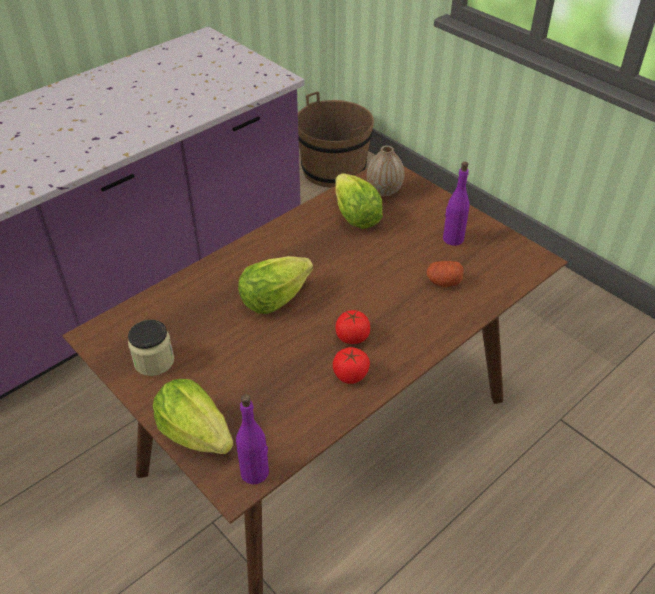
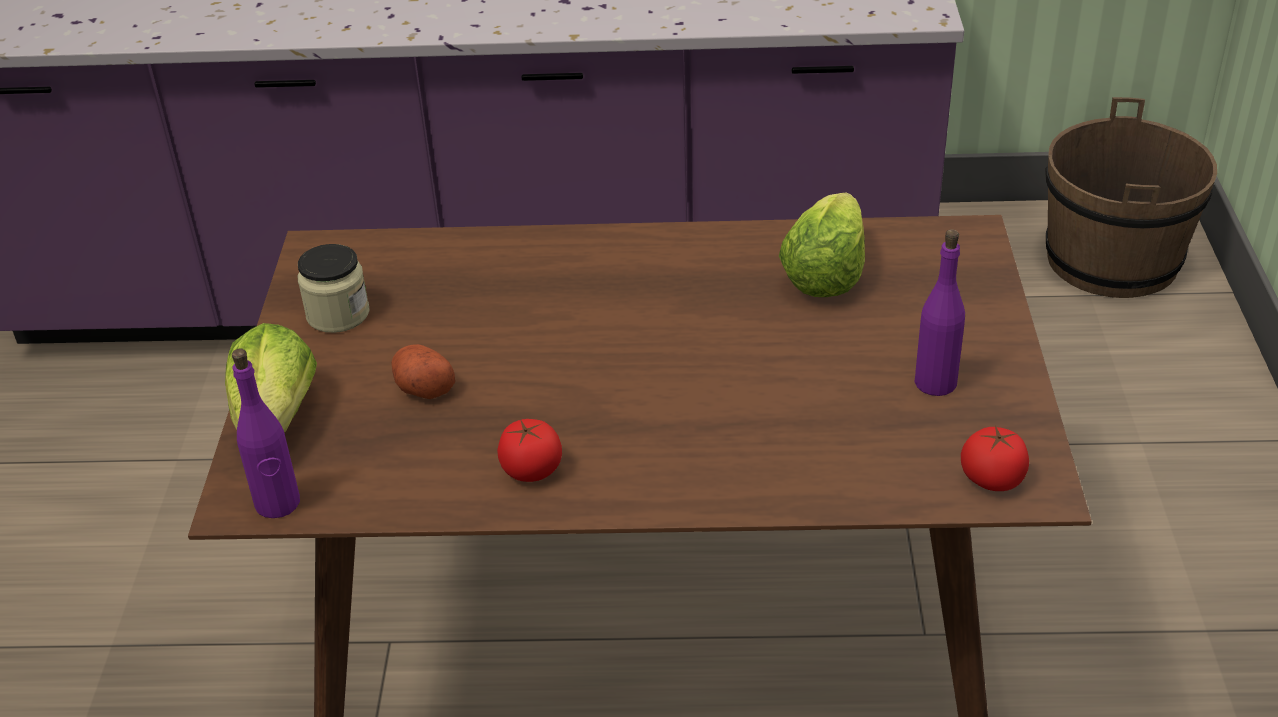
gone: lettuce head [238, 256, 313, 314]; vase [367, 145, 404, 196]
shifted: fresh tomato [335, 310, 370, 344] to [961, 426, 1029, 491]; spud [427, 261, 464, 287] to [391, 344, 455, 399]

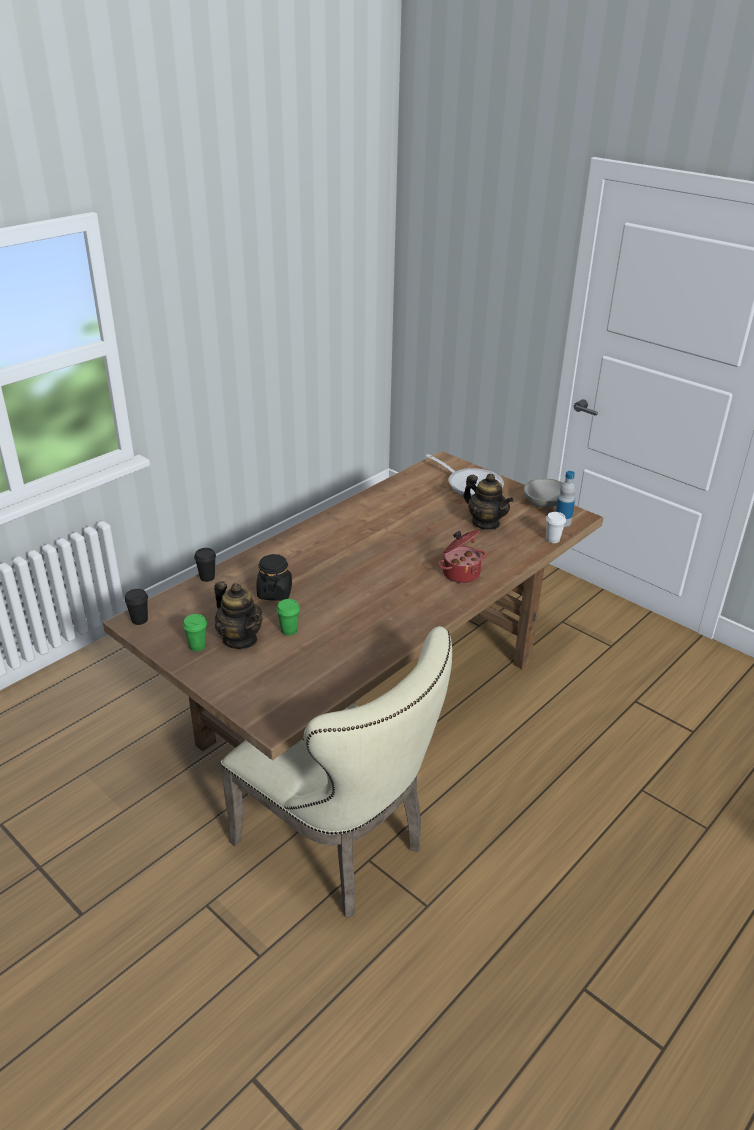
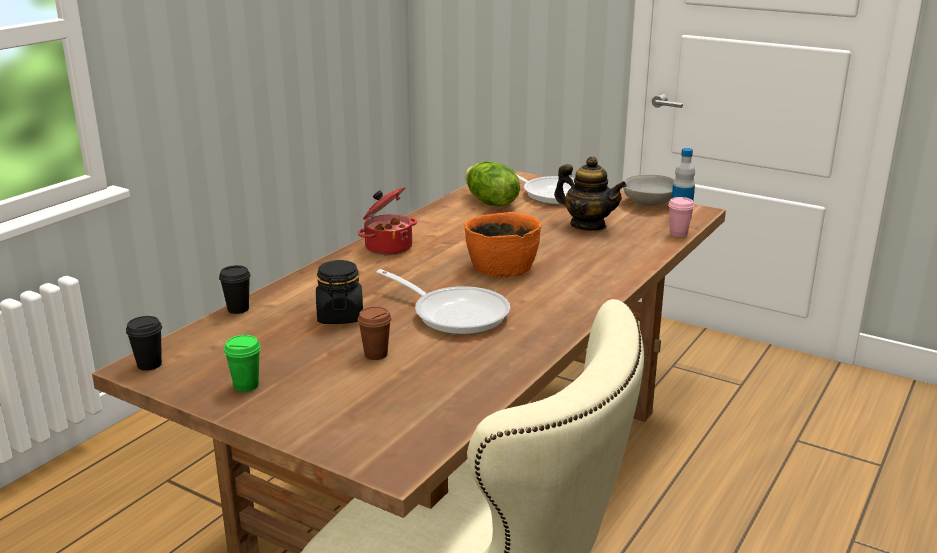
gone: teapot [214, 581, 263, 649]
new: pan [376, 269, 510, 335]; orange-coloured serving bowl [464, 212, 541, 277]; lettuce head [465, 161, 520, 207]
shifted: stockpot [438, 530, 486, 583] to [358, 187, 417, 255]
repainted: green small cup [276, 599, 300, 636] to brownish small cup [358, 307, 392, 360]; whitish small cup [546, 512, 566, 543] to pink small cup [668, 197, 694, 237]

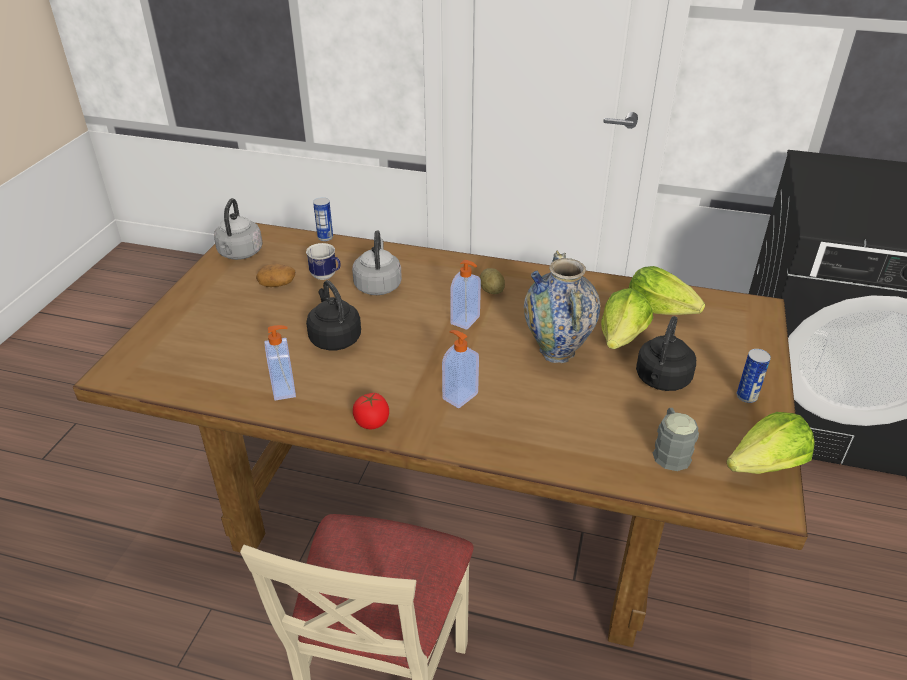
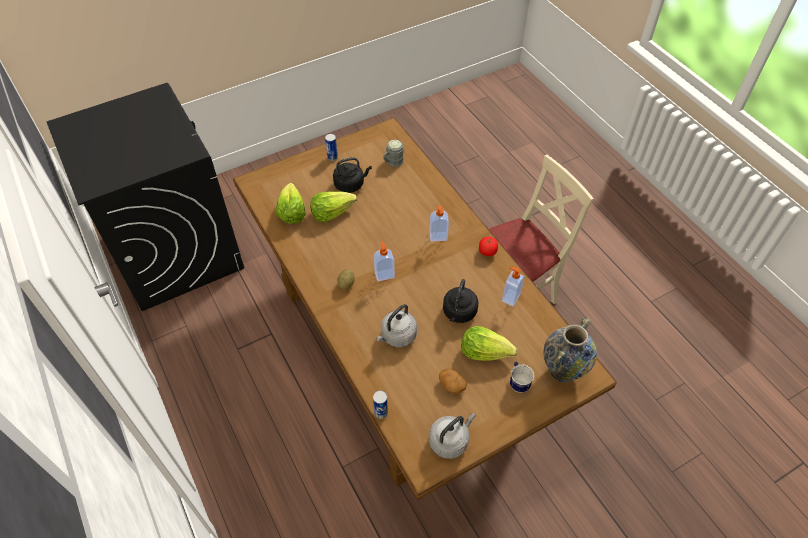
shifted: mug [306, 243, 341, 280] to [510, 361, 534, 393]; vase [524, 250, 600, 363] to [544, 317, 597, 383]; lettuce head [727, 412, 815, 474] to [461, 326, 517, 361]

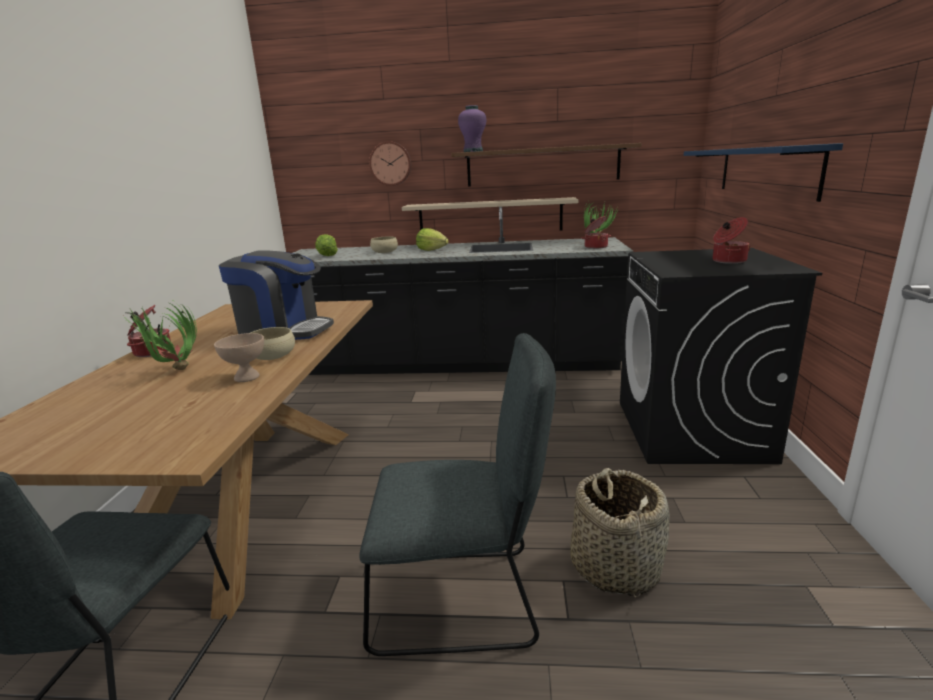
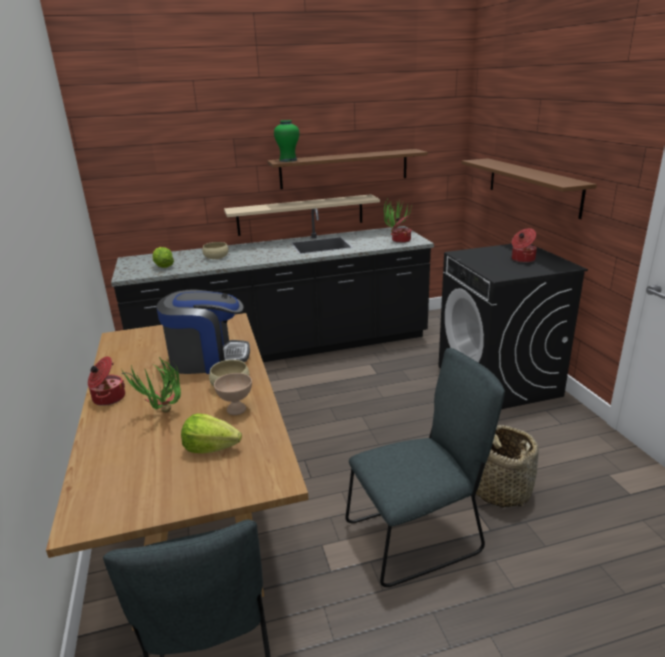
gone: clock on the wall [369, 141, 411, 186]
shifted: lettuce head [416, 228, 449, 251] to [181, 414, 242, 454]
repainted: purplish vase [458, 105, 486, 152] to green vase [274, 120, 300, 162]; blue shelf [684, 143, 843, 202] to brownish shelf [462, 158, 597, 219]

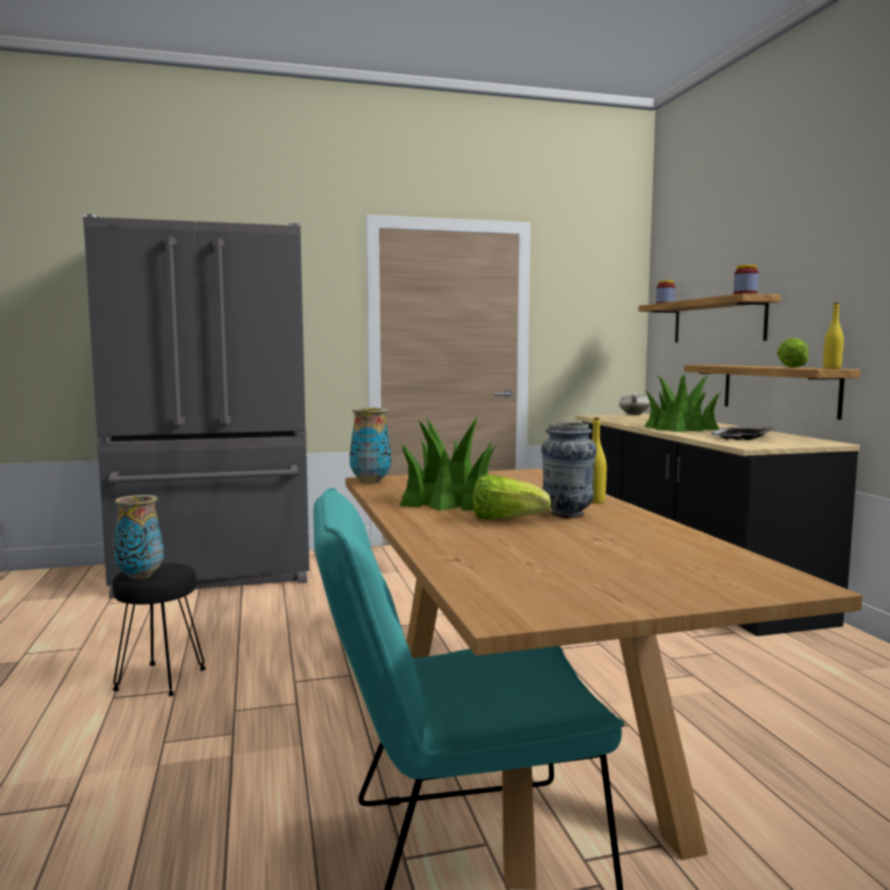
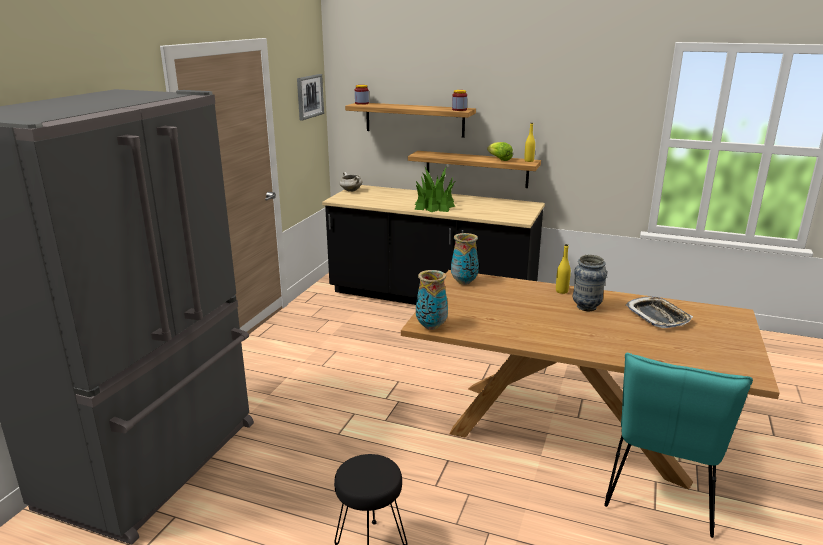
gone: houseplant [400, 417, 497, 511]; lettuce head [473, 475, 551, 520]
new: picture [297, 74, 324, 120]
shifted: vase [114, 495, 164, 580] to [451, 233, 479, 285]; carrying tray [711, 426, 774, 440] to [625, 296, 693, 328]

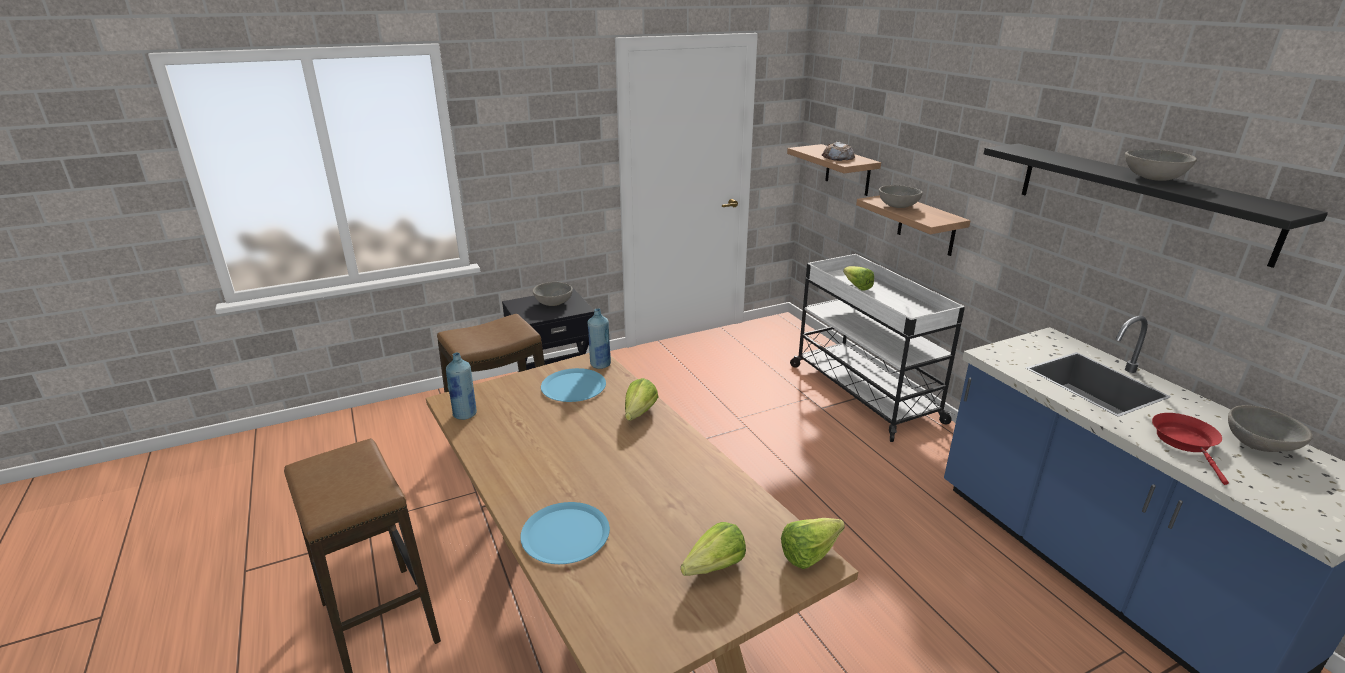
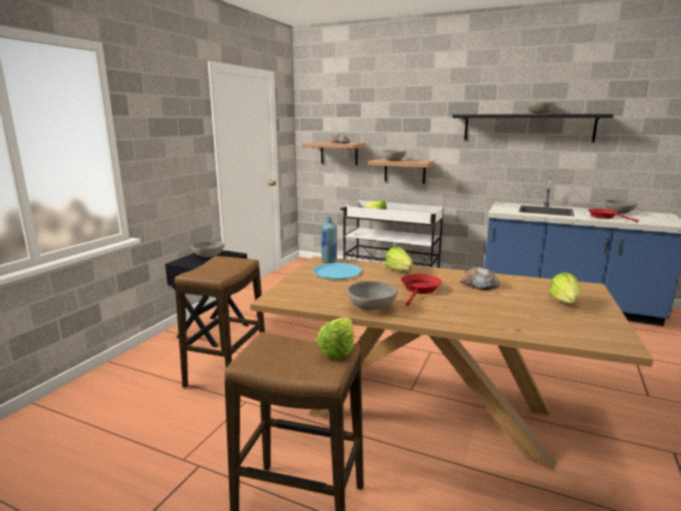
gone: blue bottle [446, 352, 477, 420]; blue flat dish [520, 502, 610, 564]
new: grey serving bowl [348, 281, 398, 311]; reddish pan [401, 274, 442, 306]; bakery bread [460, 266, 499, 290]
shifted: lettuce head [781, 518, 845, 569] to [317, 317, 354, 359]

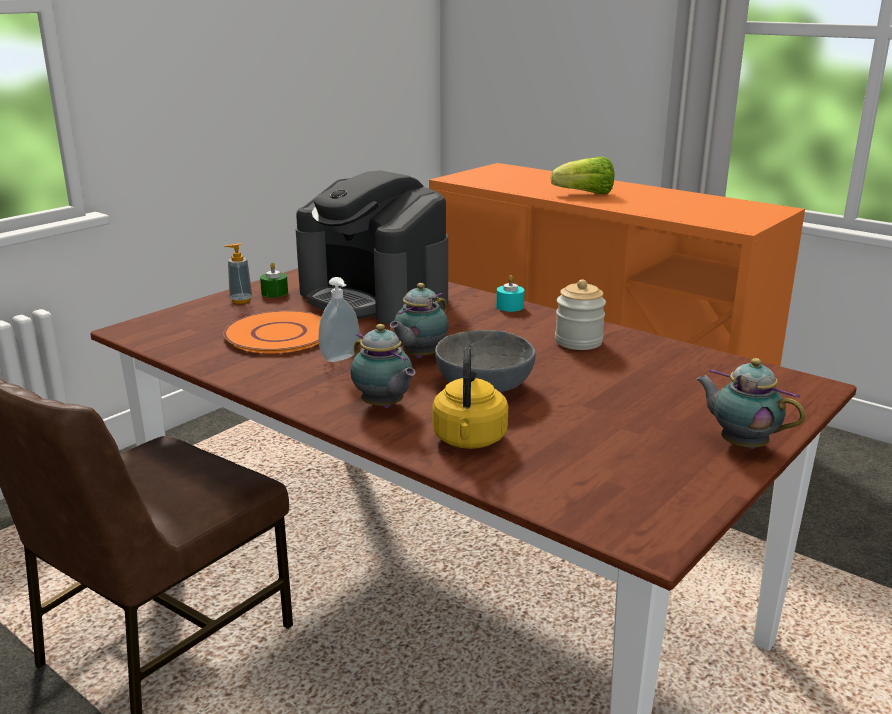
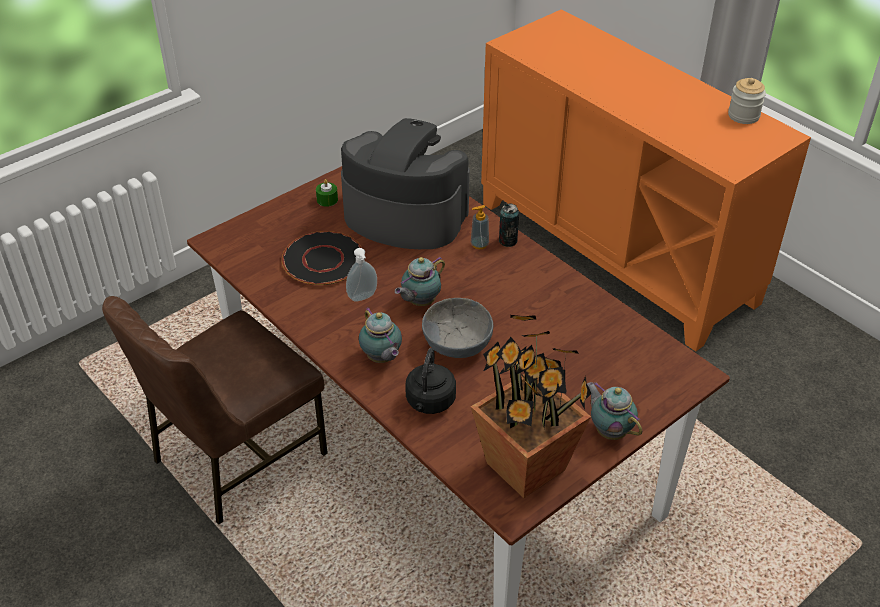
gone: lettuce head [550, 156, 614, 194]
new: houseplant [471, 315, 591, 498]
shifted: soap dispenser [225, 243, 252, 304] to [471, 205, 489, 249]; preserve jar [555, 279, 606, 350] to [728, 78, 766, 124]
swapped: turquoise-coloured candle [496, 275, 525, 312] to sealed can [499, 203, 519, 247]
repainted: orange-coloured flat dish [223, 311, 322, 353] to black flat dish [282, 231, 362, 285]; yellow-coloured water kettle [432, 347, 508, 449] to black water kettle [405, 348, 456, 414]
rotated: coffee machine [296, 170, 448, 324] = [341, 118, 470, 249] 150 degrees clockwise

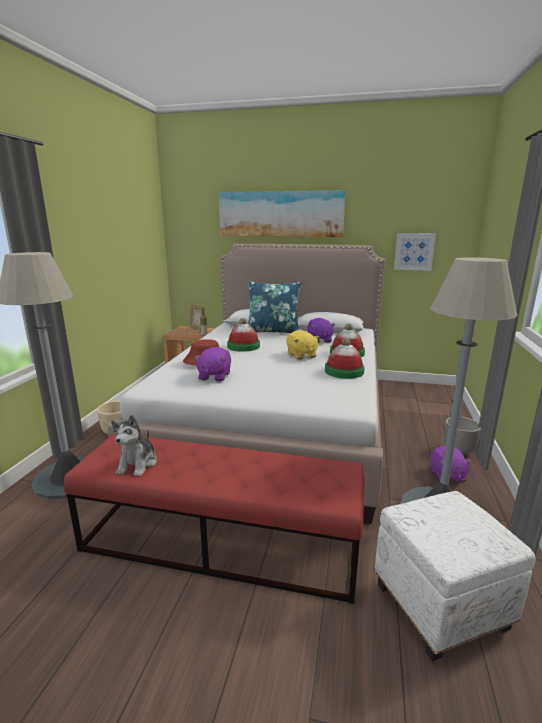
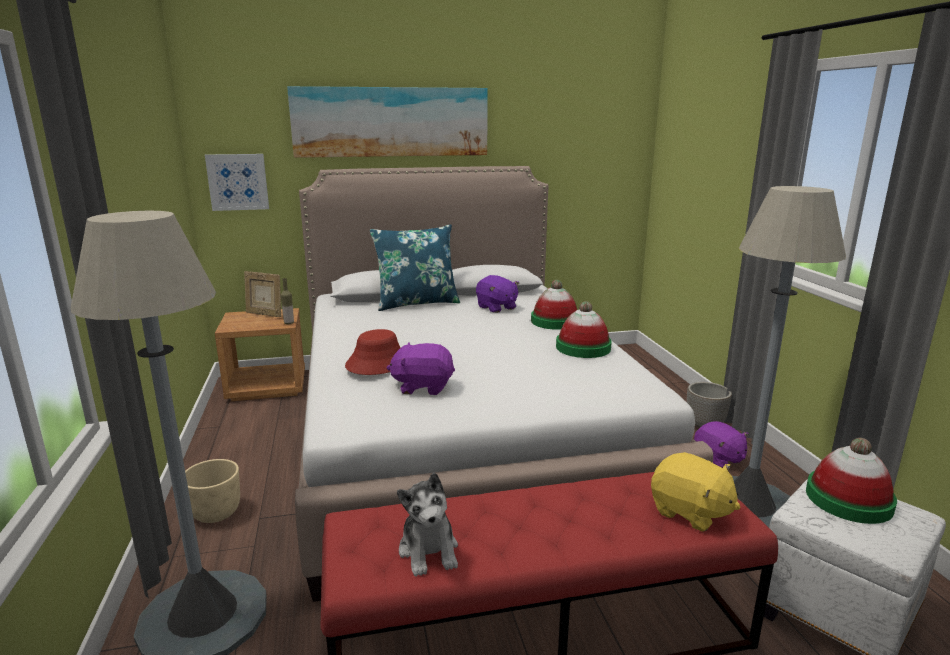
shifted: clothing hat [227, 318, 260, 352] to [806, 438, 897, 524]; yellow-coloured cuddly toy [286, 330, 320, 360] to [651, 452, 741, 532]; picture [394, 233, 436, 271] to [205, 154, 269, 211]
rotated: purplish cuddly toy [194, 347, 231, 382] = [387, 342, 455, 395] 105 degrees clockwise

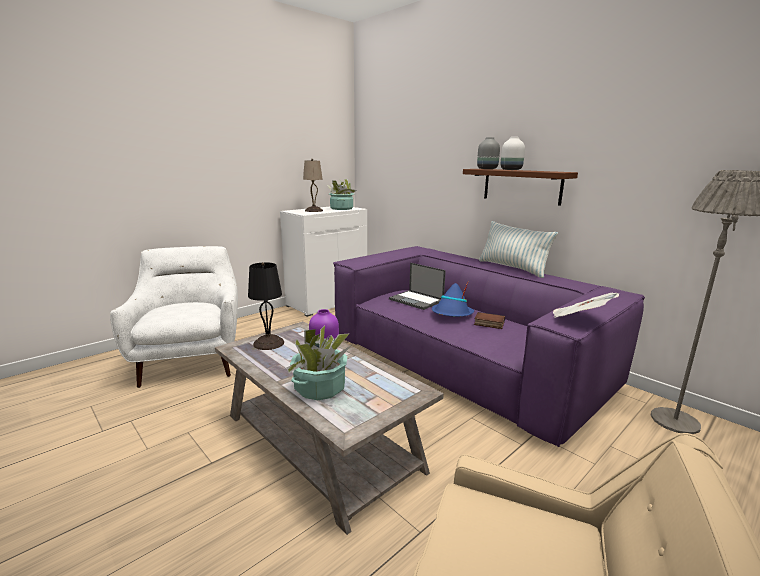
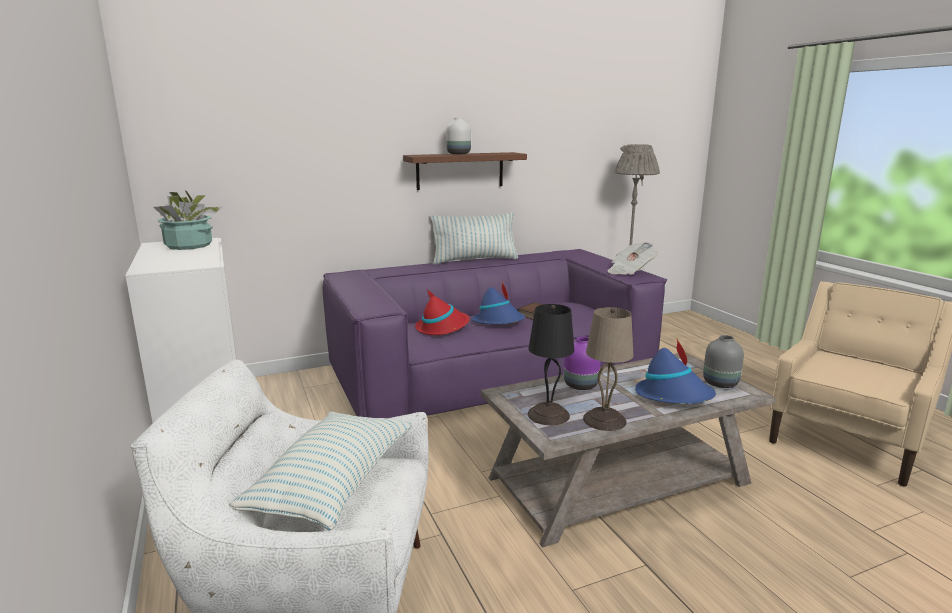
new: throw pillow [229, 412, 412, 531]
shifted: beige table lamp [303, 159, 323, 212] to [583, 307, 634, 431]; grey vase [477, 137, 500, 169] to [703, 335, 744, 388]
swapped: houseplant [287, 326, 350, 400] to blue clothing hat [635, 339, 716, 404]; portable computer [389, 263, 446, 310] to reddish clothing hat [415, 288, 470, 335]

